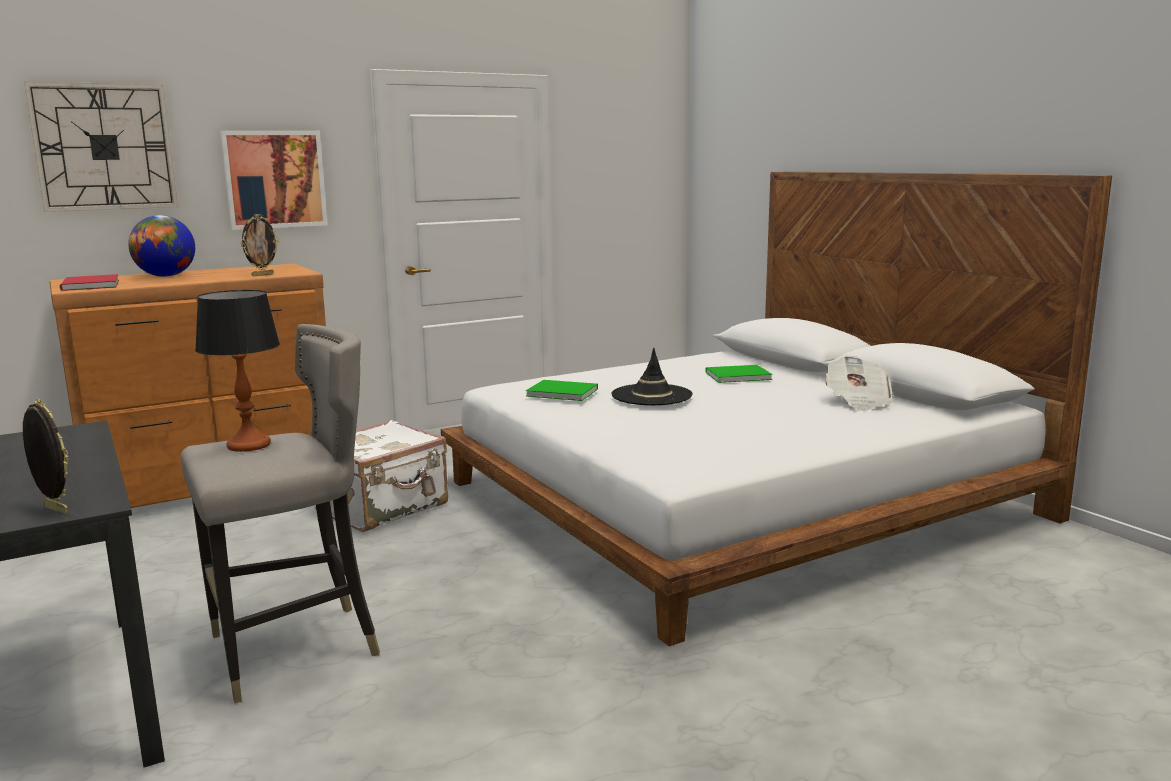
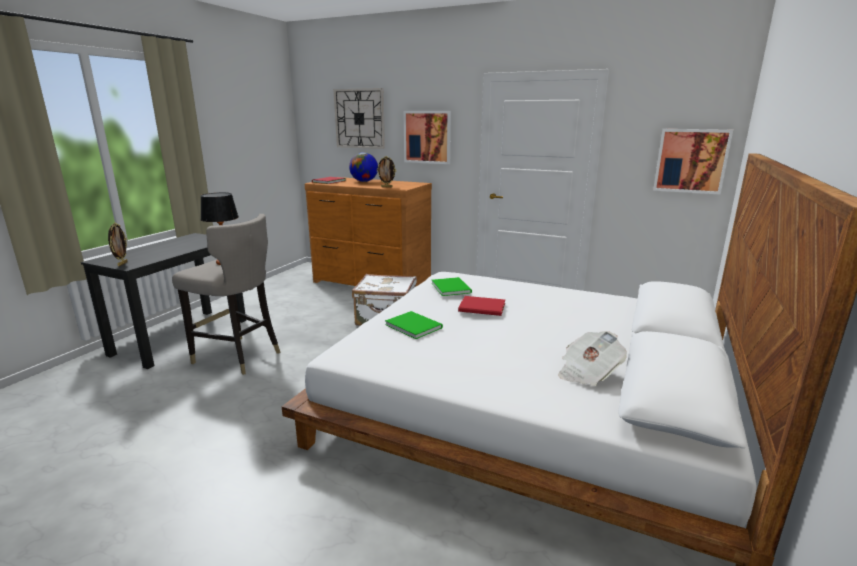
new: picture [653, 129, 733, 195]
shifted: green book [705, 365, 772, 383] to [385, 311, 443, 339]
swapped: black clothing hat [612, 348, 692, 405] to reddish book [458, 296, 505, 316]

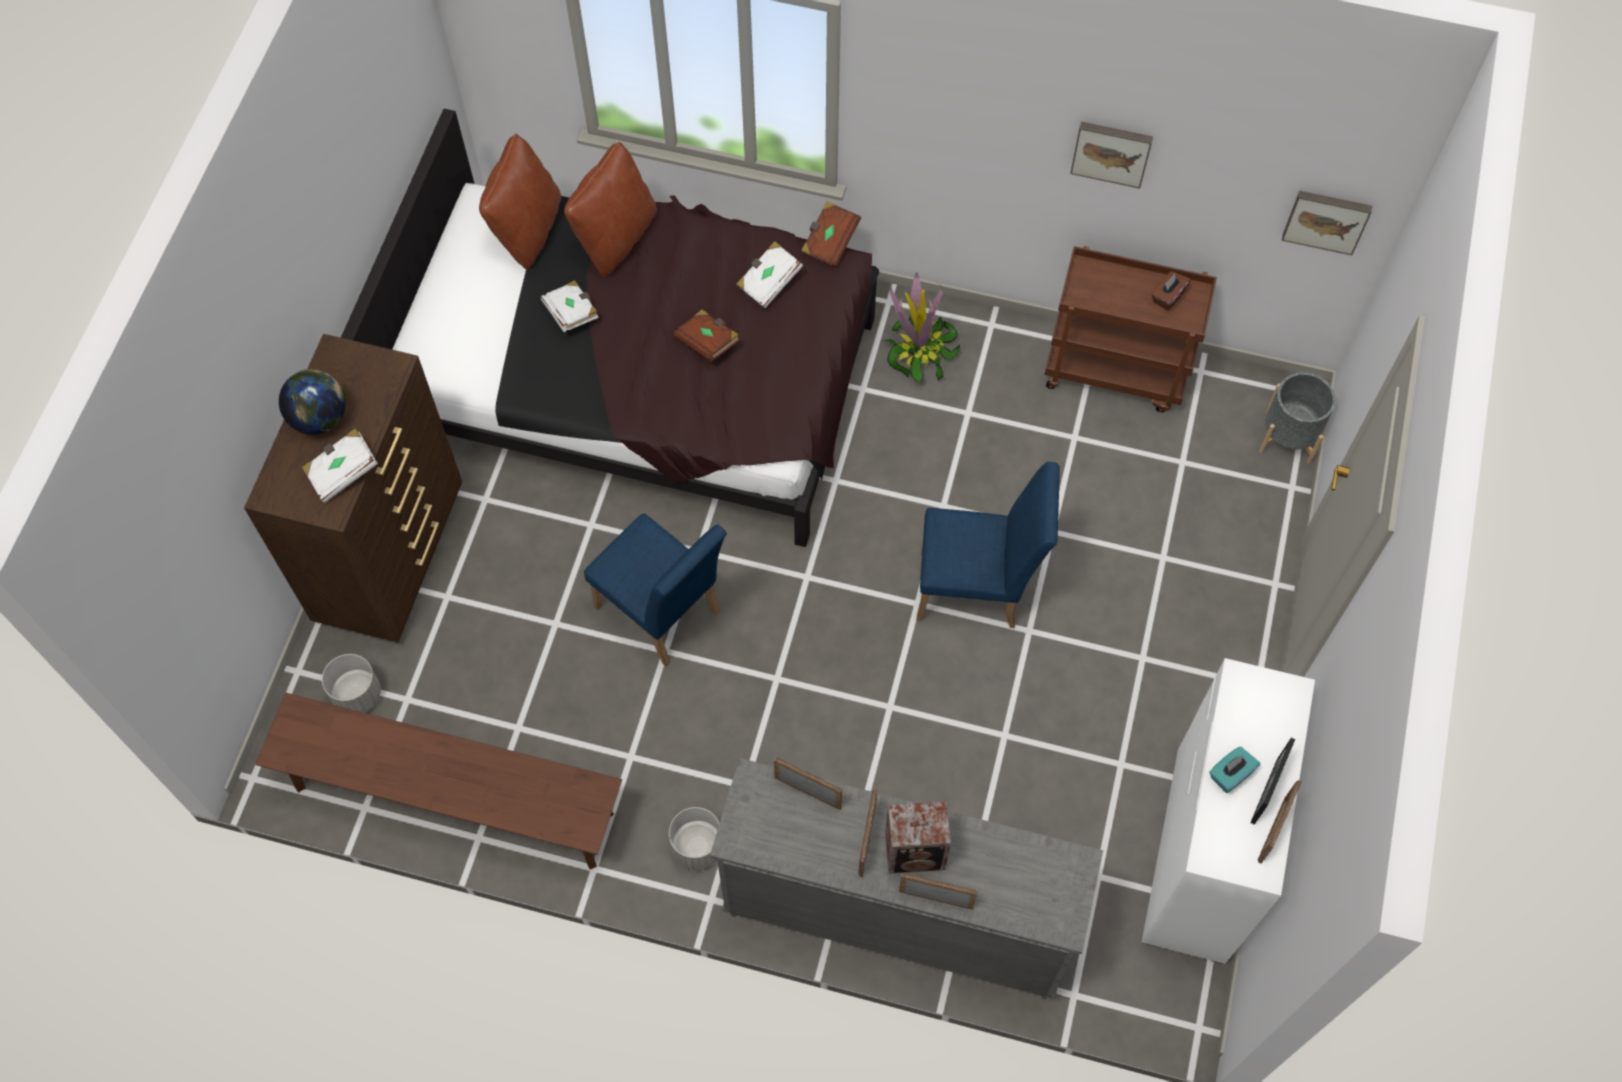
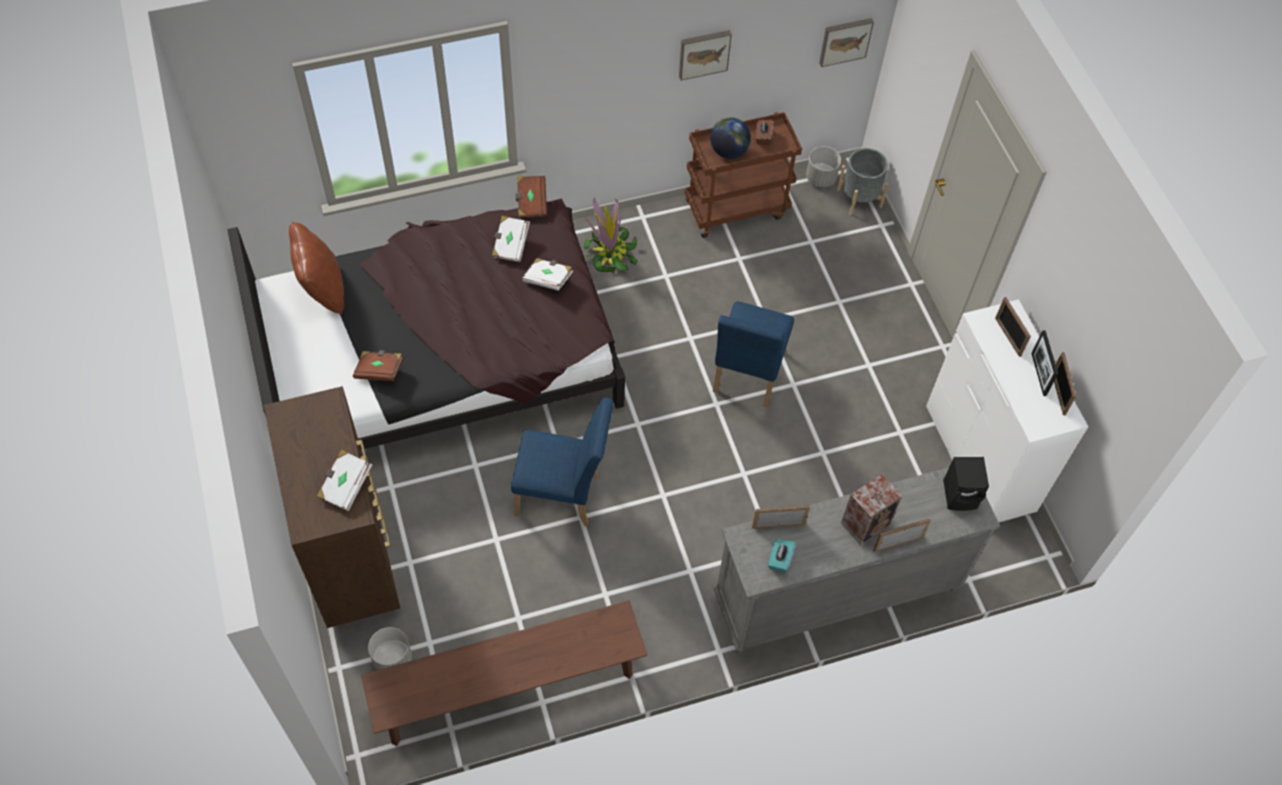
gone: brownish throw pillow [564, 142, 657, 277]
new: black loudspeaker [943, 457, 989, 511]
shifted: world globe [279, 369, 346, 435] to [710, 117, 751, 159]; whitish book [541, 280, 599, 332] to [522, 258, 573, 291]; grey flower pot [669, 807, 720, 870] to [806, 147, 841, 187]; brownish book [673, 310, 740, 362] to [353, 350, 404, 381]; standing frame [858, 789, 877, 877] to [995, 297, 1031, 357]; turquoise-coloured tissue box [1209, 746, 1260, 793] to [768, 538, 796, 573]
rotated: blue plain chair [917, 462, 1060, 628] = [713, 302, 794, 407] 135 degrees clockwise

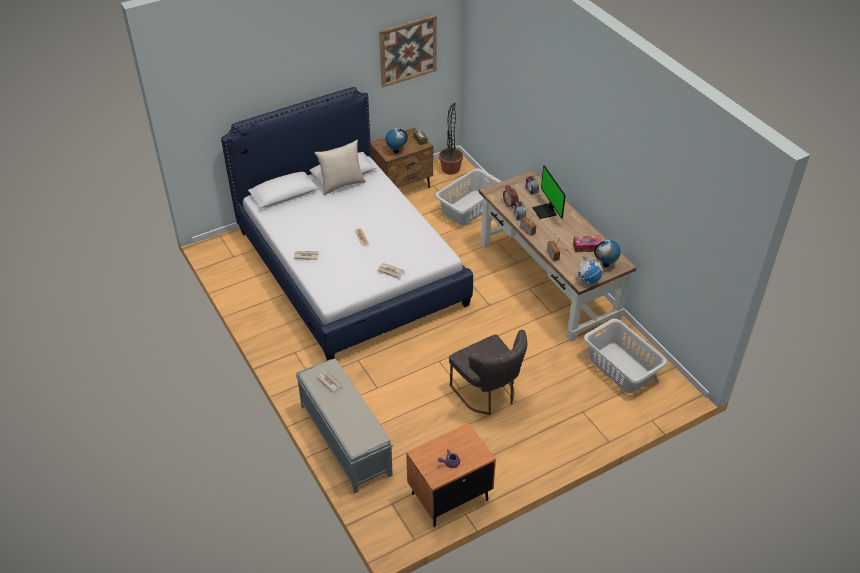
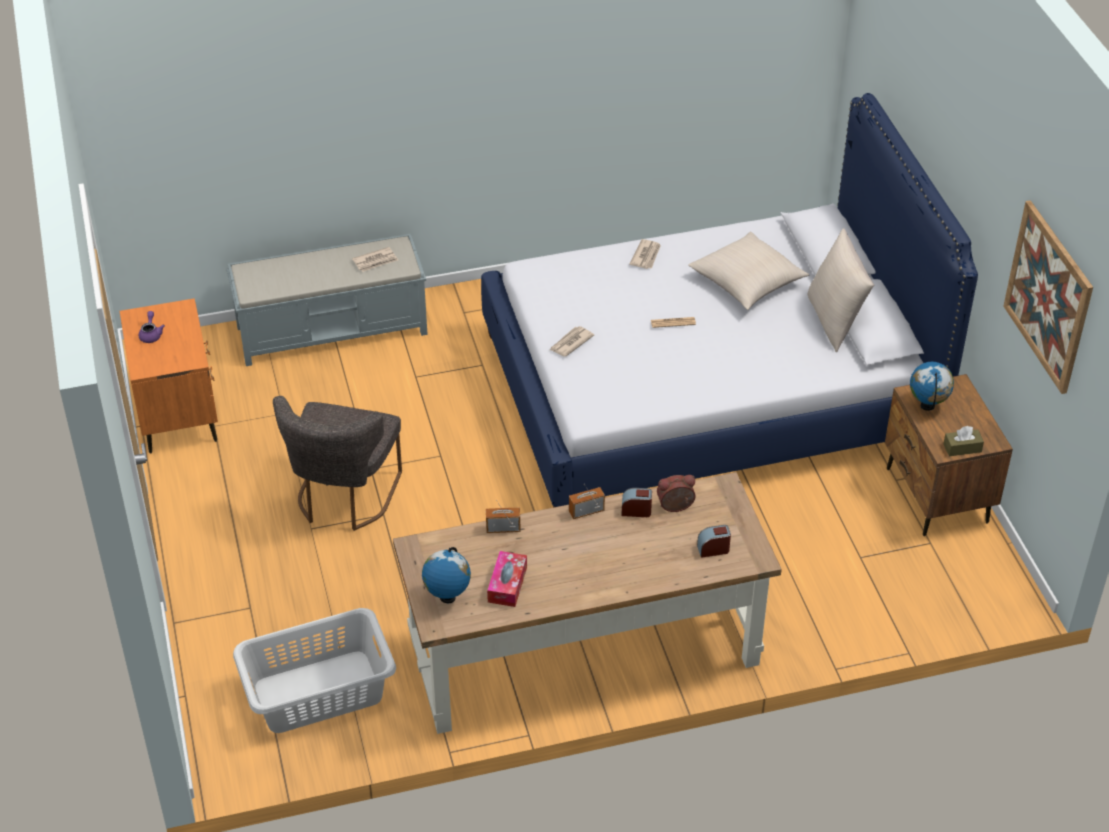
gone: grey laundry basket [435, 168, 501, 226]; houseplant [439, 103, 463, 174]; monitor [532, 165, 565, 219]; world globe [577, 256, 603, 284]
new: beige throw pillow [688, 231, 809, 310]
rotated: grey plain chair [449, 330, 527, 415] = [273, 396, 402, 531] 60 degrees counterclockwise

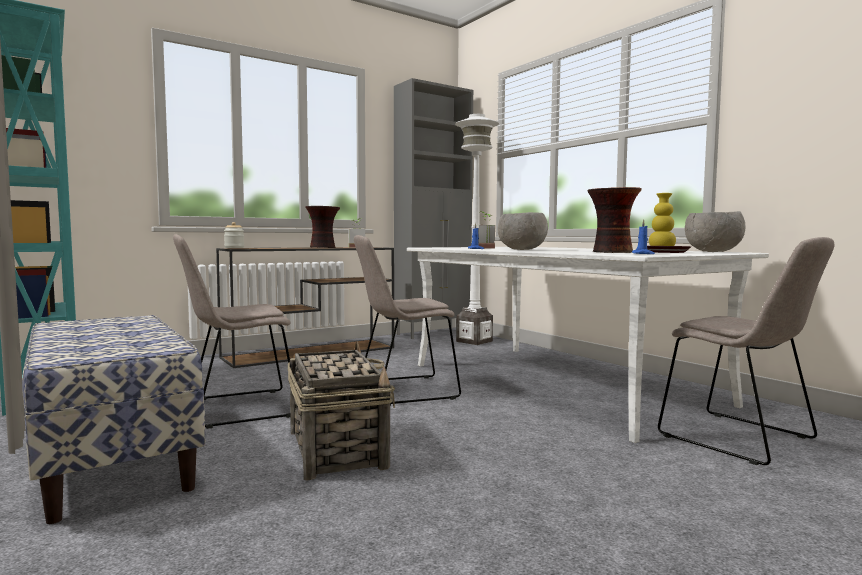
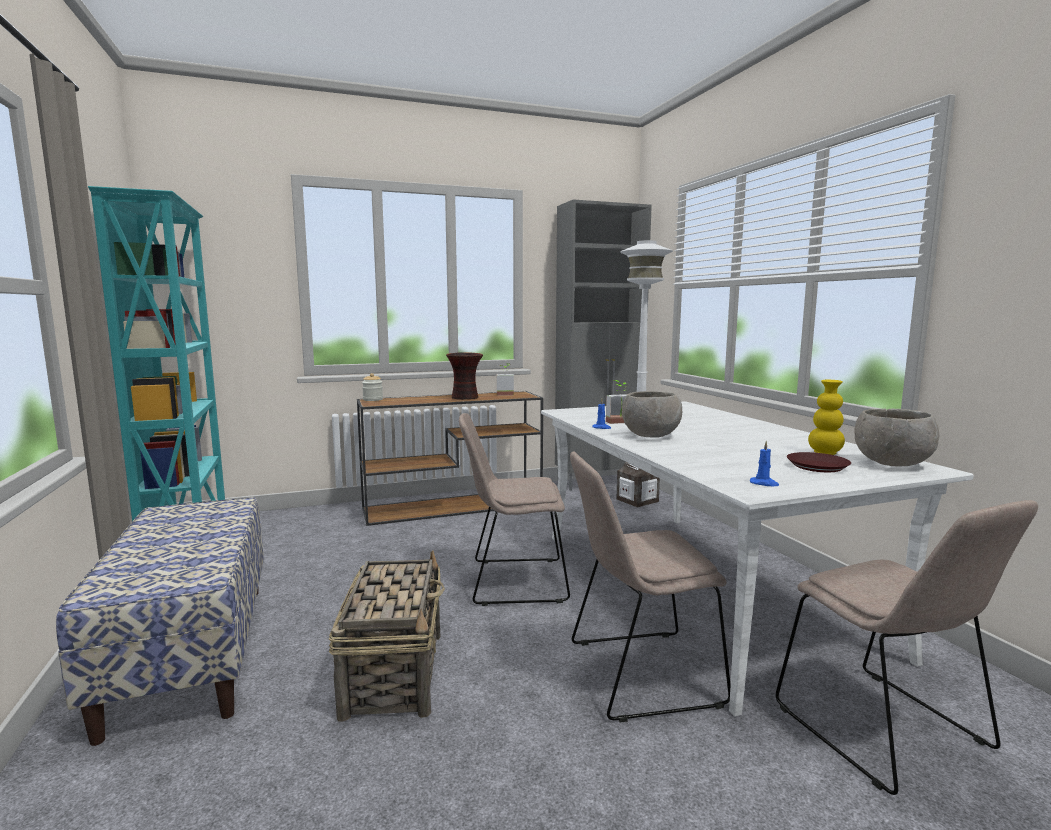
gone: vase [587, 187, 642, 253]
shifted: beige plain chair [173, 234, 291, 429] to [570, 451, 731, 722]

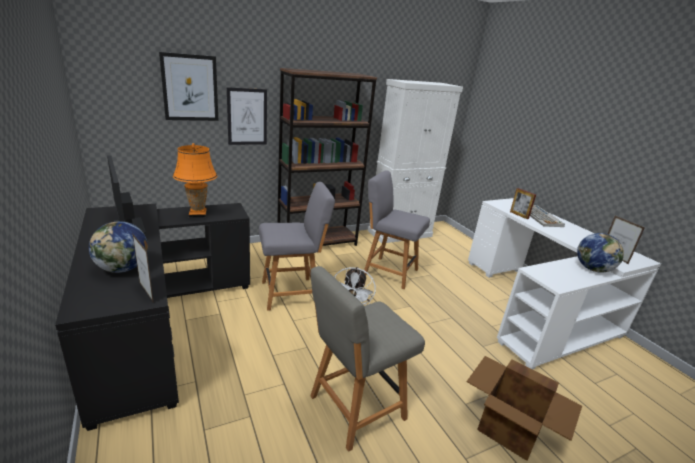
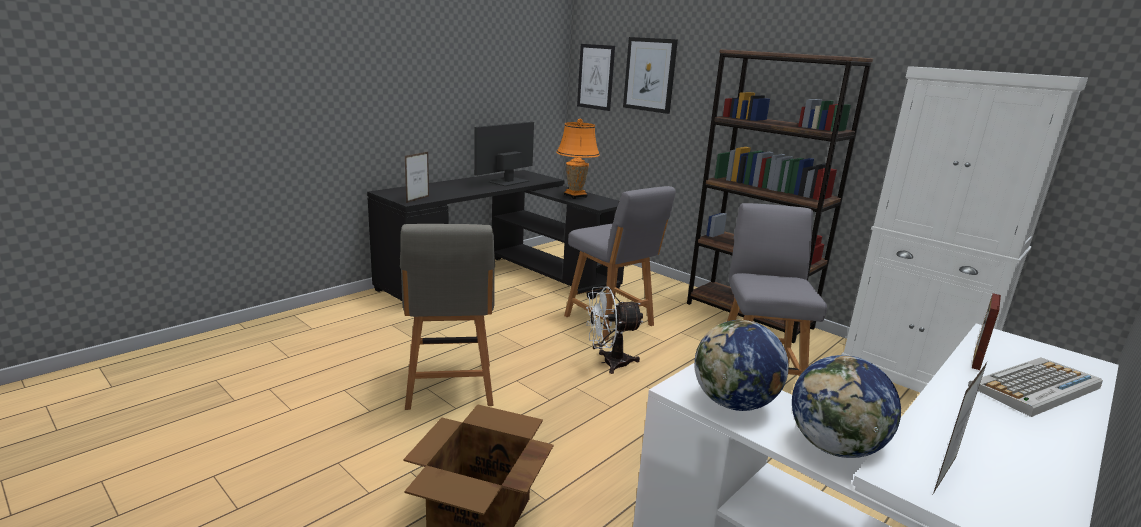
shifted: world globe [89, 221, 148, 273] to [694, 320, 789, 411]; picture [227, 87, 267, 145] to [577, 44, 615, 111]
rotated: grey plain chair [310, 266, 425, 452] = [400, 224, 495, 410] 135 degrees counterclockwise

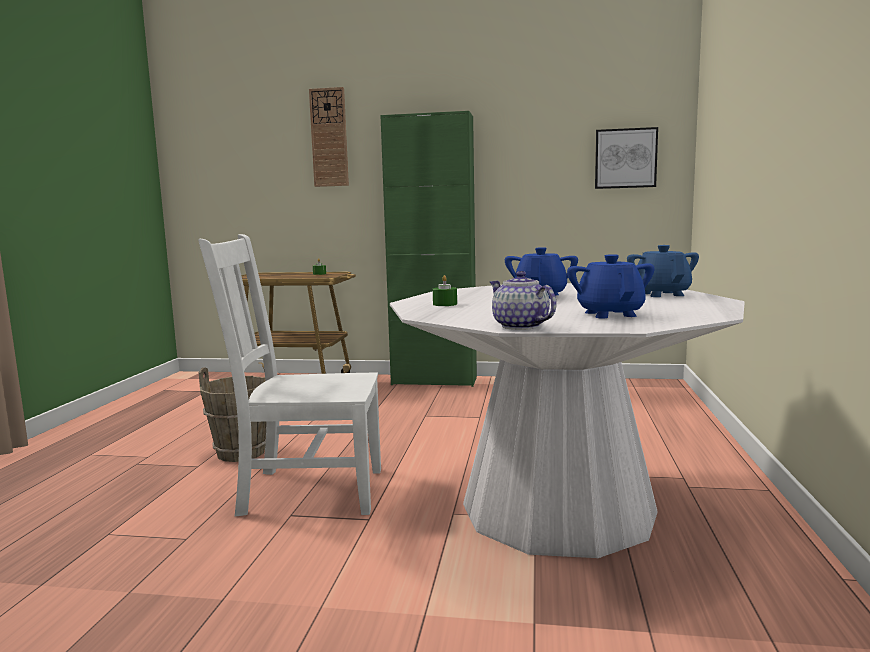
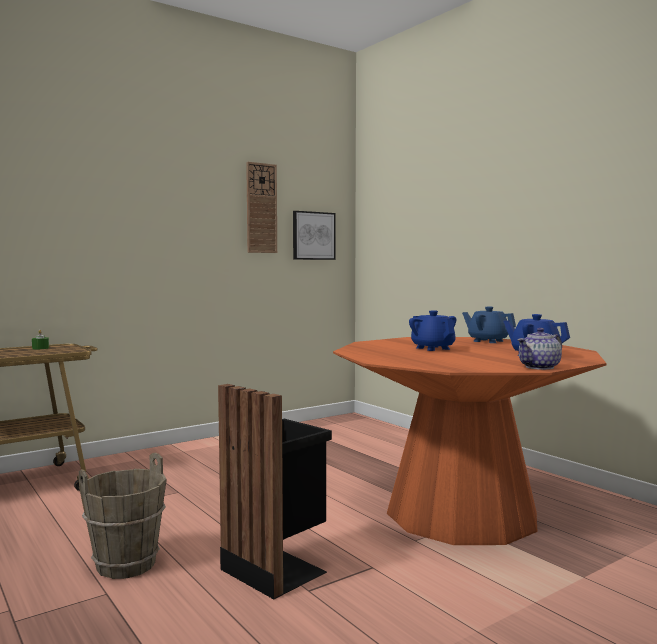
gone: green storage cabinet [380, 111, 477, 387]; green candle [433, 275, 457, 306]
shifted: clock on the wall [309, 87, 349, 187] to [246, 162, 277, 253]
swapped: whitish plain chair [198, 234, 381, 517] to black trash can [218, 384, 332, 599]
repainted: whitish kitchen table [390, 283, 745, 558] to orange-coloured kitchen table [333, 337, 606, 545]
rotated: teapot [490, 271, 557, 330] = [517, 328, 562, 370] 45 degrees counterclockwise

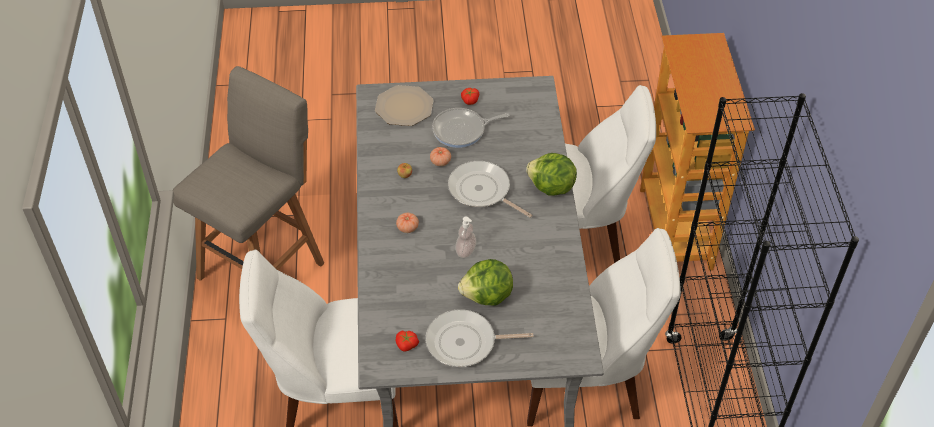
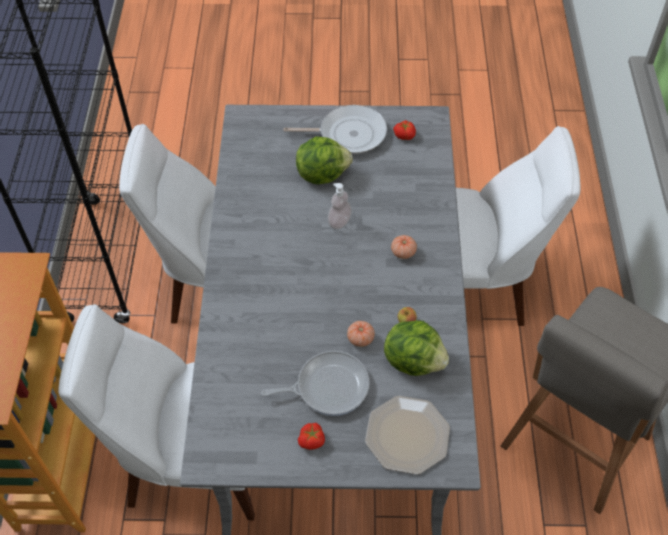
gone: pan [448, 161, 533, 218]
shifted: lettuce head [526, 153, 577, 196] to [384, 320, 449, 376]

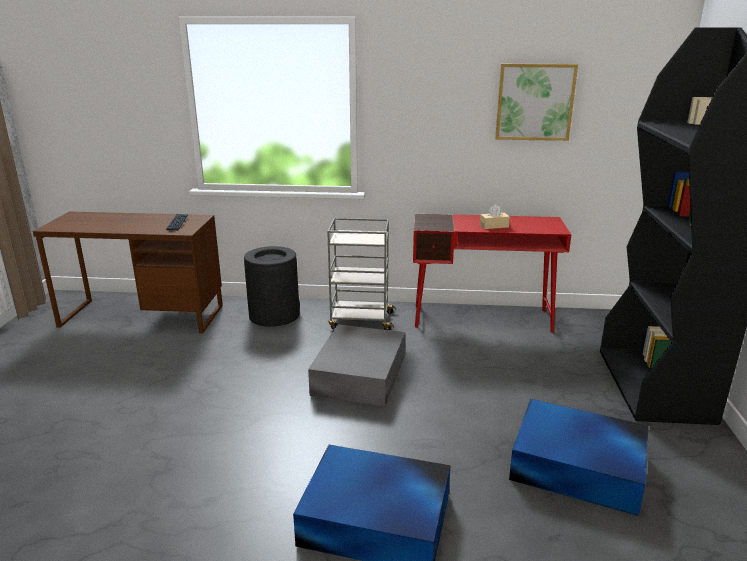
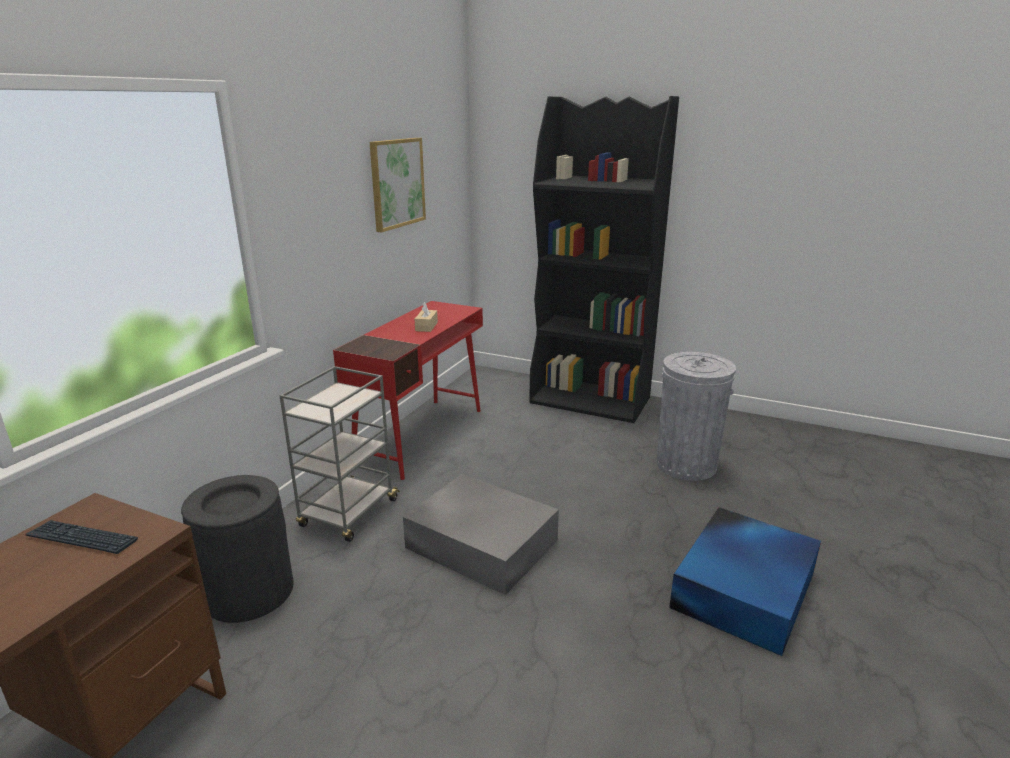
swapped: blue storage bin [509, 399, 648, 516] to grey trash can [657, 352, 736, 481]

